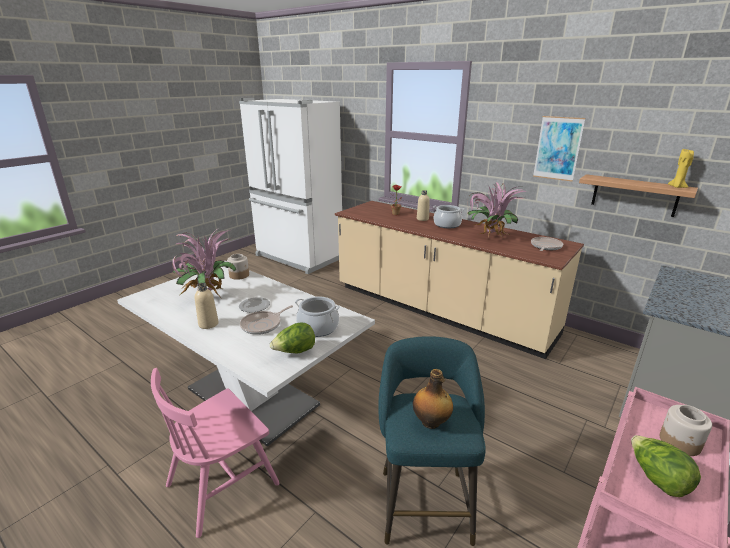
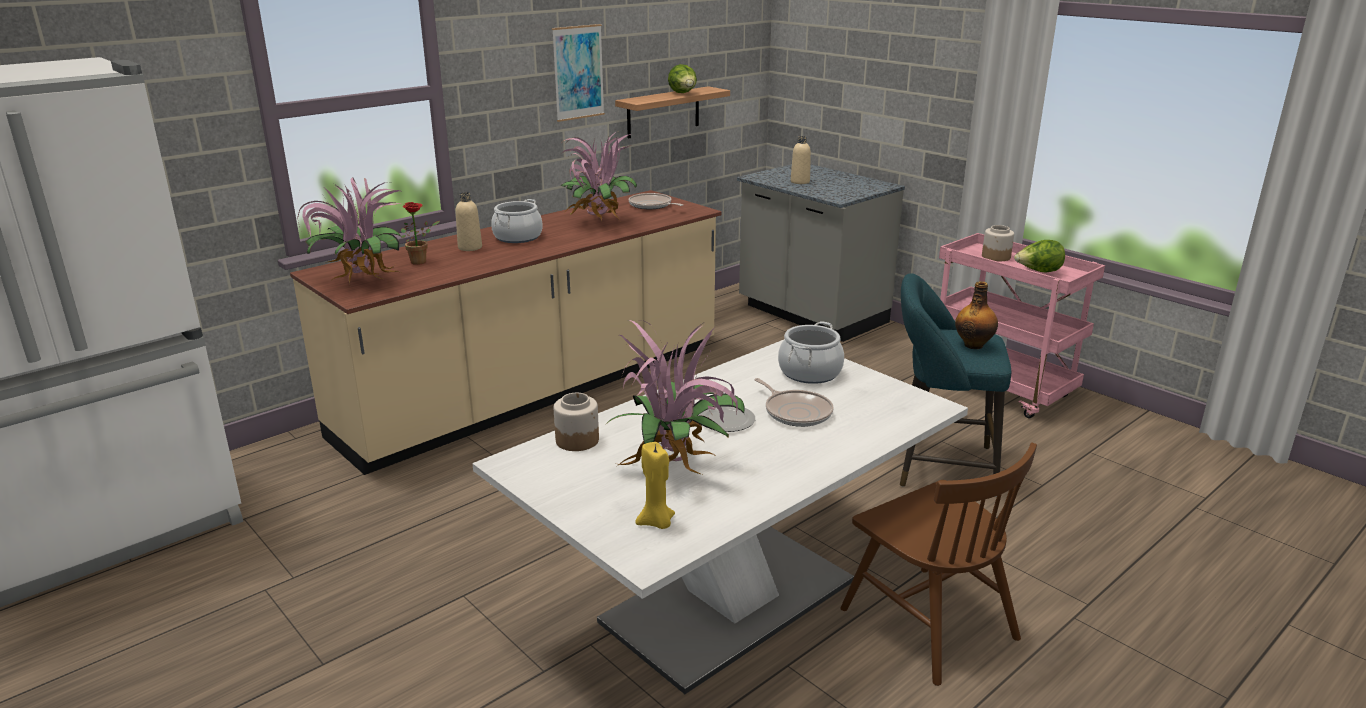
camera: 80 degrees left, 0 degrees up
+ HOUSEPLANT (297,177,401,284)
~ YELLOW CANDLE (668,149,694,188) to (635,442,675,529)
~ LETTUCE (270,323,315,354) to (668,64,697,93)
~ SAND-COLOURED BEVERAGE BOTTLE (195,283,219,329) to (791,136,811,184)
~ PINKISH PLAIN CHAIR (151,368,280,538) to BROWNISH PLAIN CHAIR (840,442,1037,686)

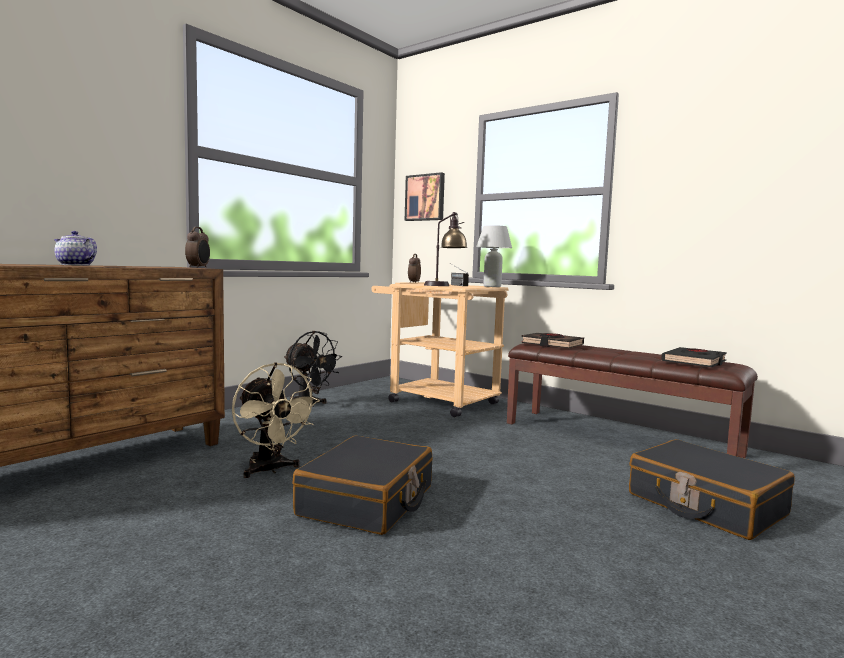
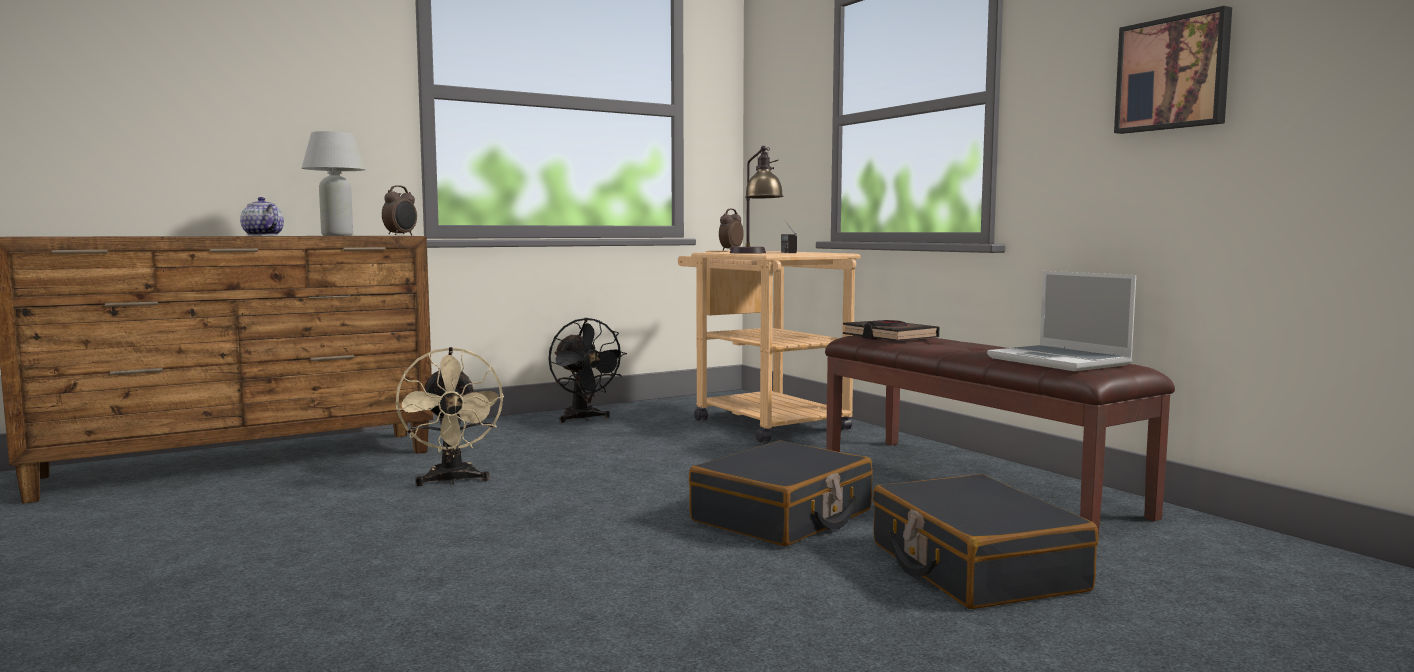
camera: 20 degrees right, 0 degrees up
~ WHITE LAMP FOR A TABLE (476,225,512,287) to (301,131,366,236)
~ BLACK PIECE OF LUGGAGE (293,435,432,535) to (689,440,873,546)
~ BLACK BOOK (661,347,727,367) to NOTEBOOK COMPUTER (987,271,1136,371)
~ WALL ART (405,172,445,221) to (1114,6,1232,134)

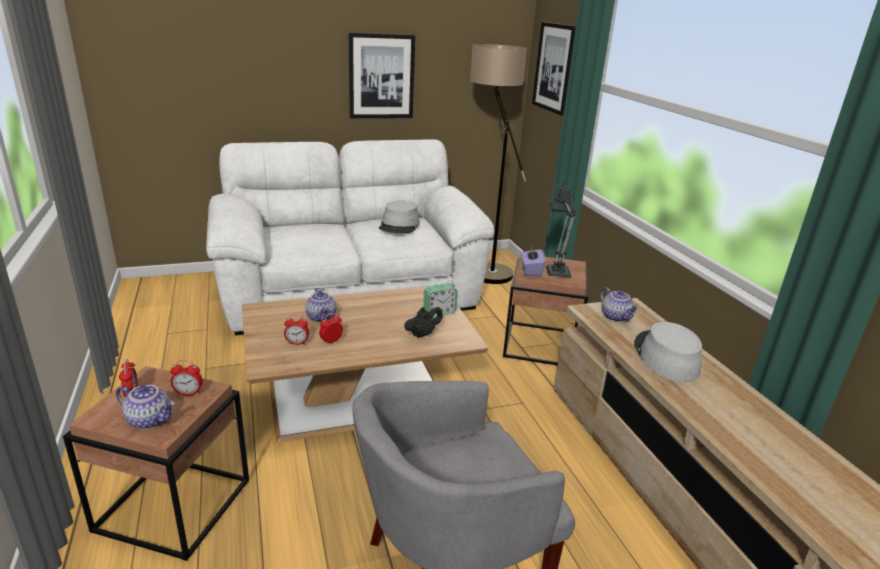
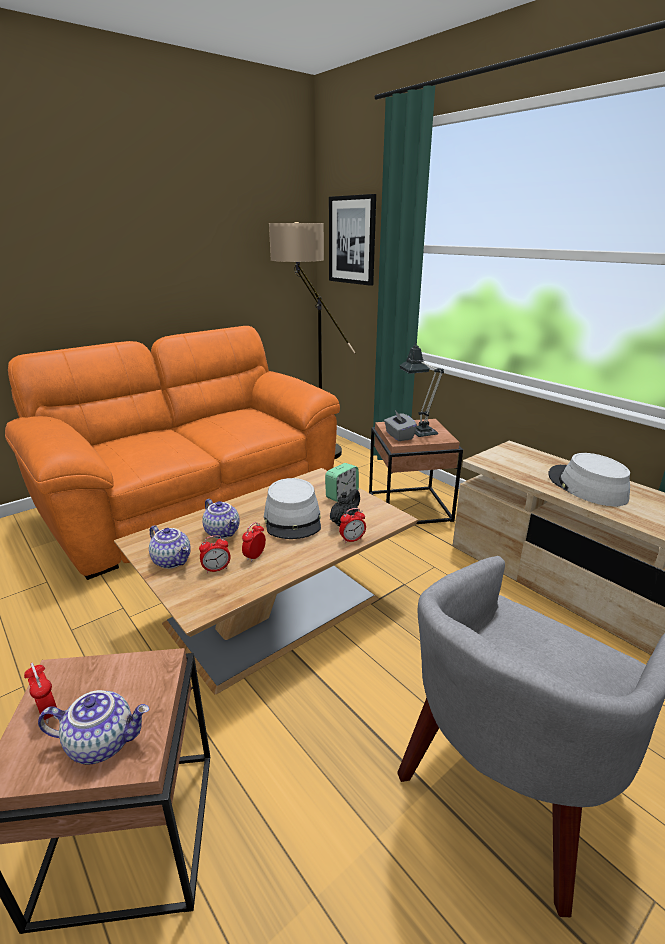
camera: 20 degrees left, 0 degrees up
~ WHITE SETTEE (206,139,495,335) to ORANGE SETTEE (5,326,340,580)
~ TEA POT (600,287,639,322) to (149,525,191,569)
~ GREYISH HAT (379,201,420,233) to (264,478,321,539)
~ ALARM CLOCK (170,360,203,396) to (339,508,366,543)
~ PURPLISH BOX OF TISSUES (521,248,545,277) to GREYISH BOX OF TISSUES (384,411,417,441)
- WALL ART (349,33,415,118)

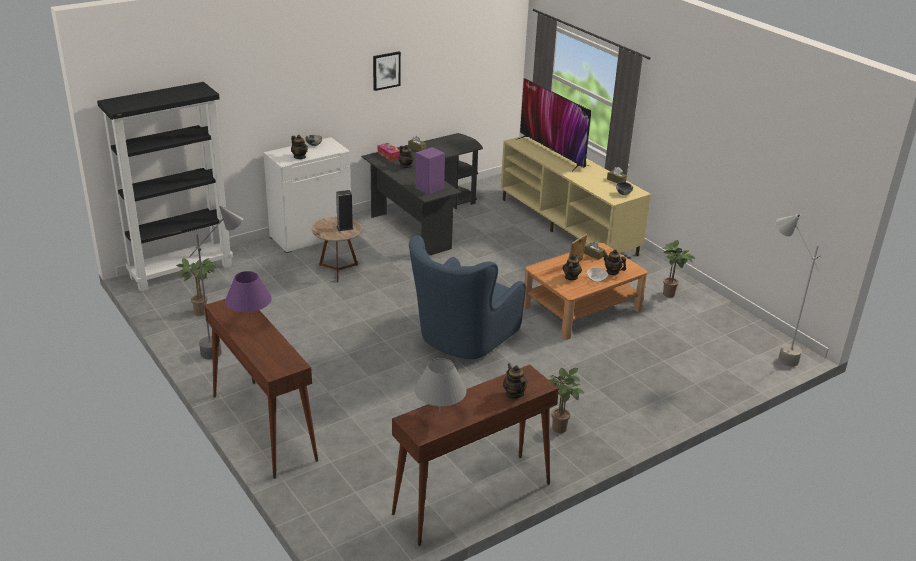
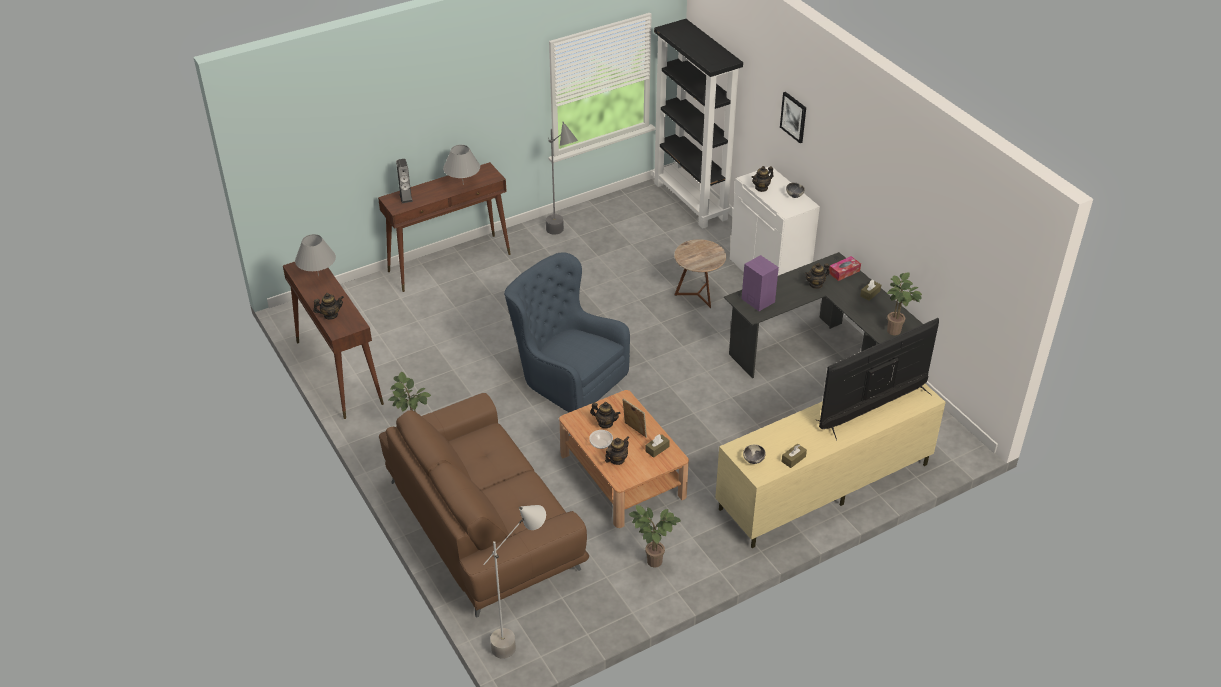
camera: 95 degrees right, 10 degrees up
+ BROWNISH SETTEE (379,393,589,618)
~ AUDIO SPEAKER (336,190,353,231) to (396,159,413,203)
~ PURPLISH LAMP FOR A TABLE (225,271,272,321) to GREYISH LAMP FOR A TABLE (443,145,480,185)
~ WALL ART (373,51,401,91) to (780,92,806,143)
~ HOUSEPLANT (176,258,216,316) to (887,272,922,335)

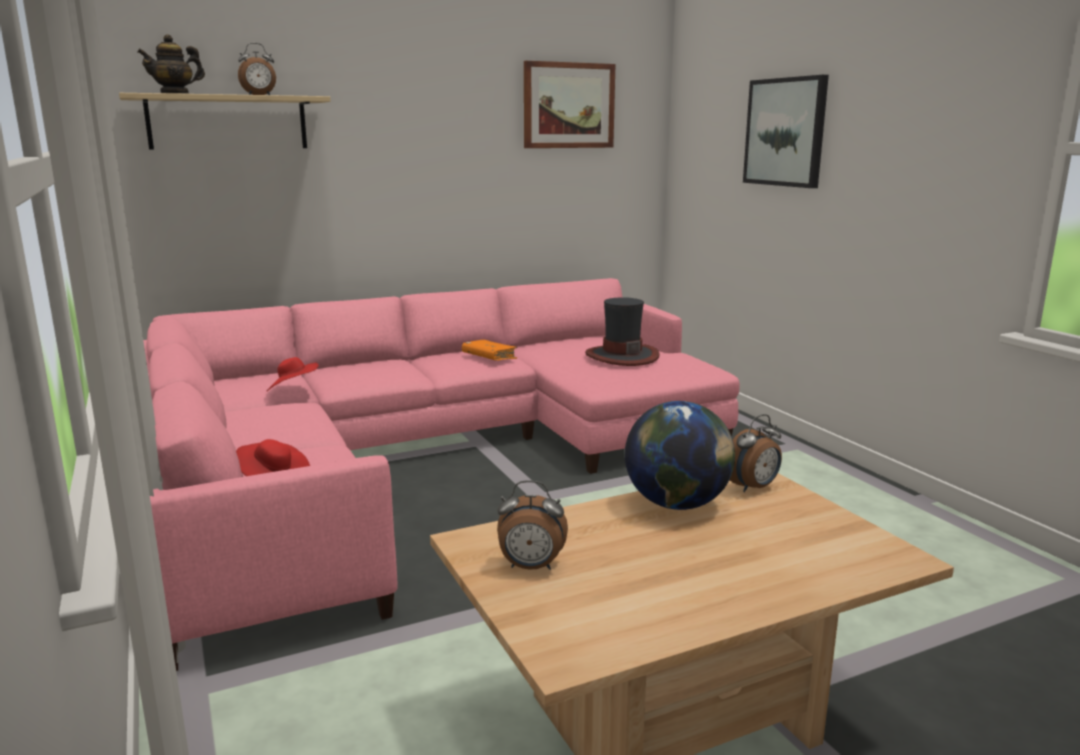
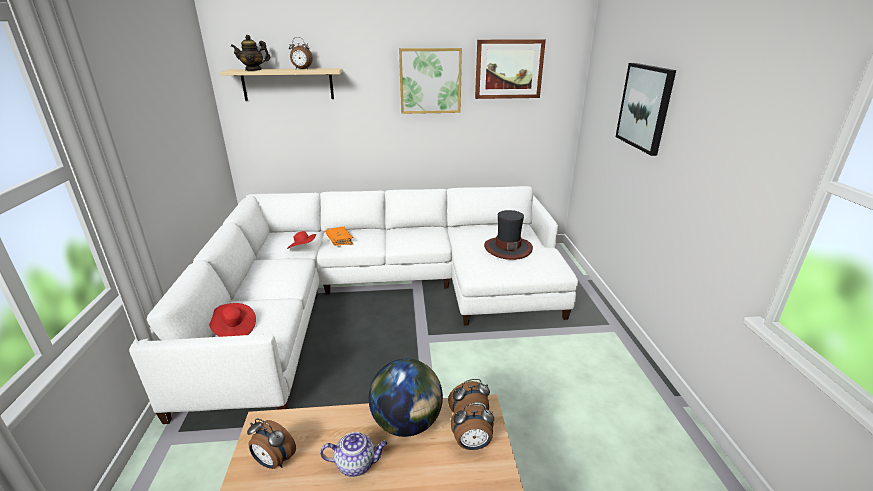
camera: 20 degrees right, 10 degrees up
~ PINKISH SETTEE (143,278,740,671) to WHITE SETTEE (129,186,578,424)
+ TEA POT (320,432,387,477)
~ ORANGE BOOK (462,340,517,361) to (326,227,353,246)
+ WALL ART (399,48,462,114)
+ ALARM CLOCK (451,404,494,450)

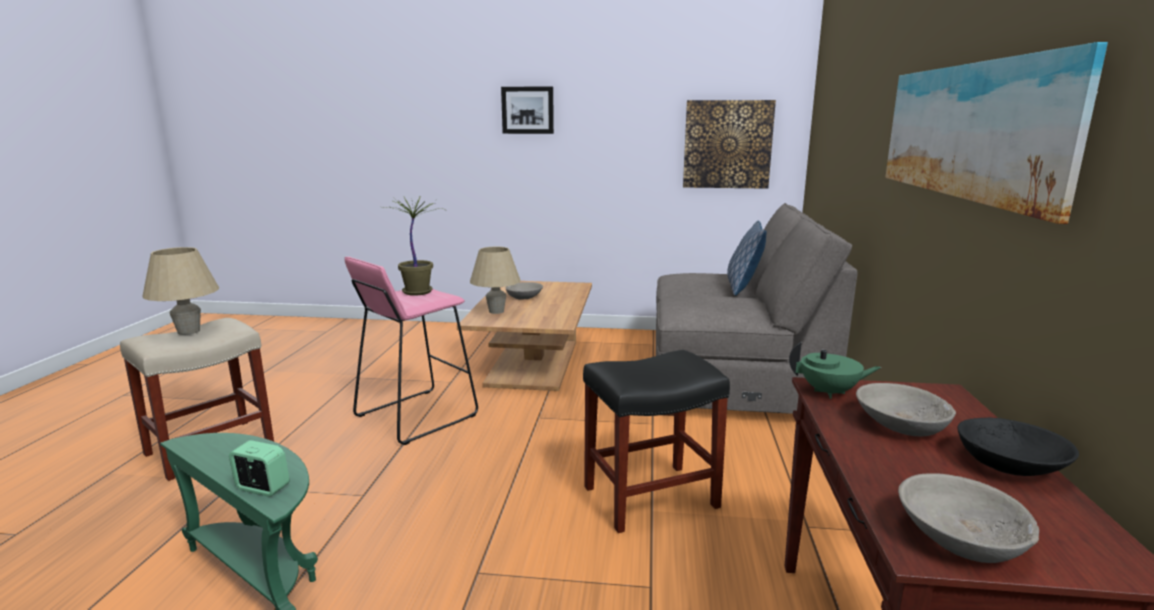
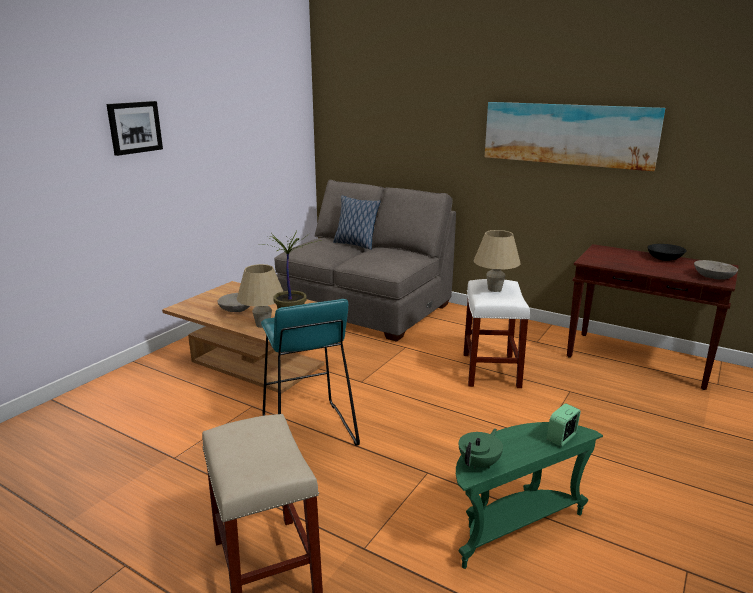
camera: 65 degrees left, 5 degrees up
~ PINKISH SITTING STOOL (345,257,478,445) to TURQUOISE SITTING STOOL (261,299,360,446)
~ GREEN TEA POT (789,342,881,399) to (459,429,503,469)
~ BLACK SITTING STOOL (583,350,730,533) to WHITE SITTING STOOL (463,279,530,388)
~ SAND-COLOURED LAMP FOR A TABLE (142,247,219,335) to (473,230,521,292)
- WALL ART (683,100,776,189)
- GREYISH DEEP DISH (856,383,956,436)

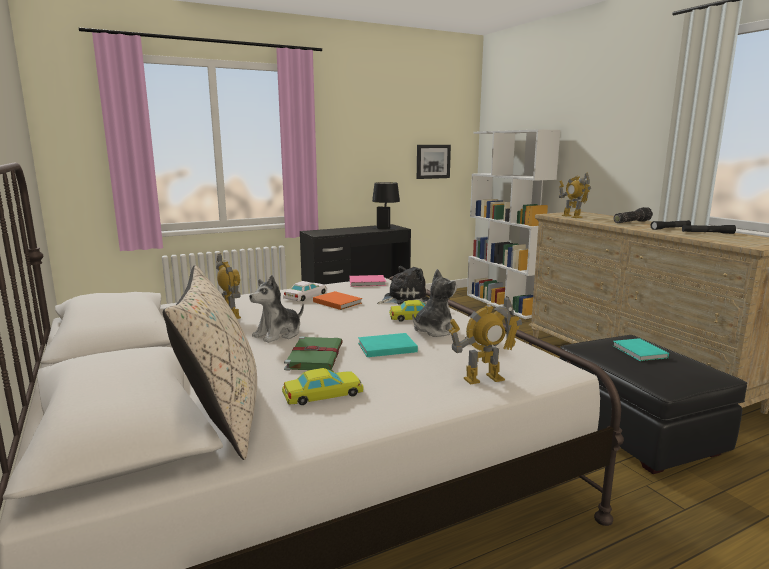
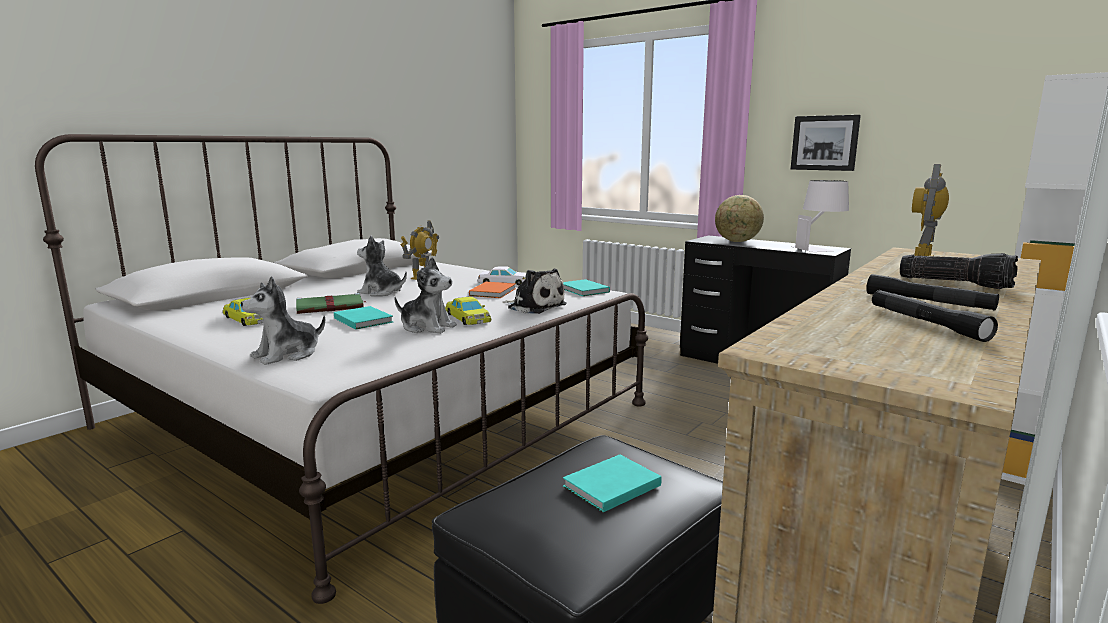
camera: 65 degrees right, 0 degrees up
~ MODEL ROBOT (448,296,522,384) to CUDDLY TOY (241,276,325,365)
~ PINKISH BOOK (349,275,386,287) to TURQUOISE BOOK (563,279,610,296)
+ WORLD GLOBE (715,195,764,242)
~ WALL ART (417,145,451,179) to (791,115,861,171)
~ BLACK LAMP FOR A TABLE (372,182,400,229) to WHITE LAMP FOR A TABLE (791,180,849,252)
- SAND-COLOURED PILLOW (163,265,257,460)

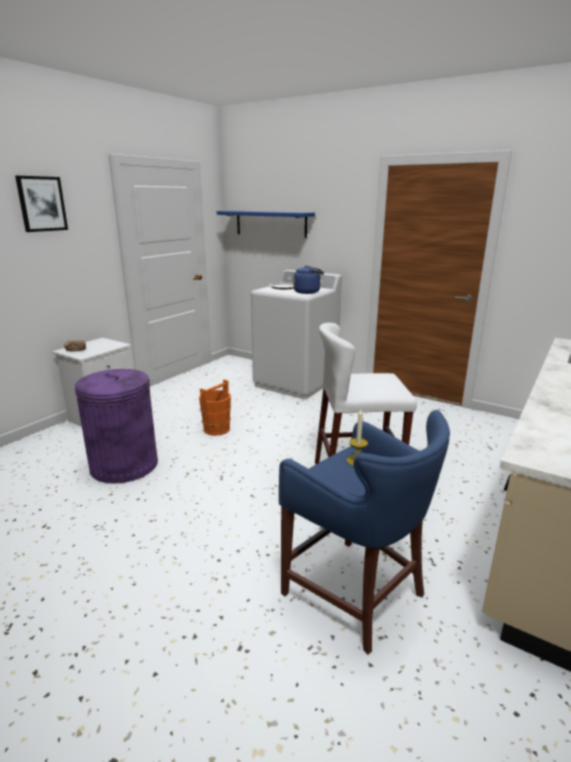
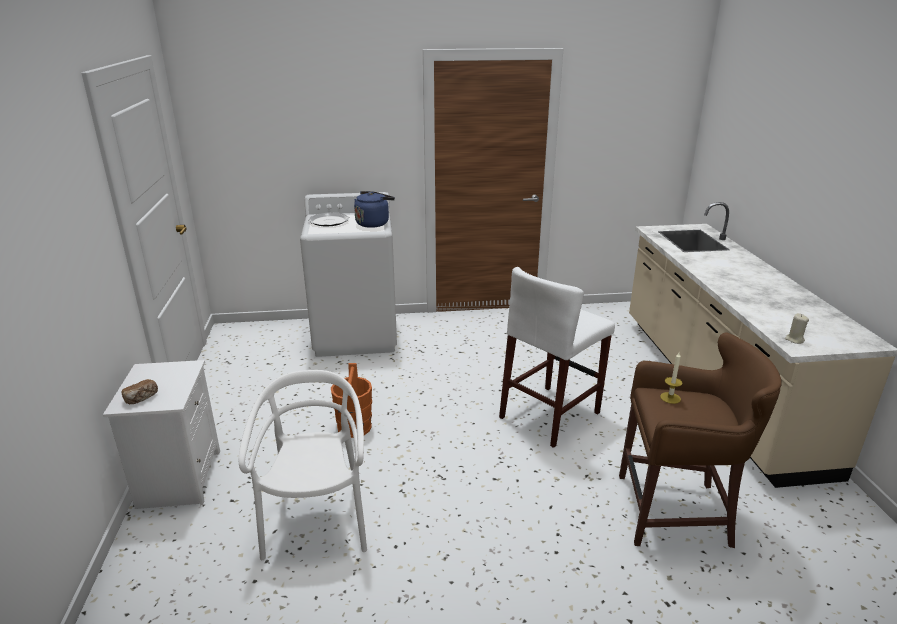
camera: 40 degrees left, 5 degrees up
~ PURPLISH WASTE BIN (75,369,158,483) to WHITE PLAIN CHAIR (239,370,367,560)
~ BLUISH SITTING STOOL (279,410,450,655) to BROWNISH SITTING STOOL (619,332,782,548)
+ SAND-COLOURED CANDLE (785,313,809,344)
- WALL ART (15,176,68,232)
- BLUISH WALL SHELF (217,211,315,238)

